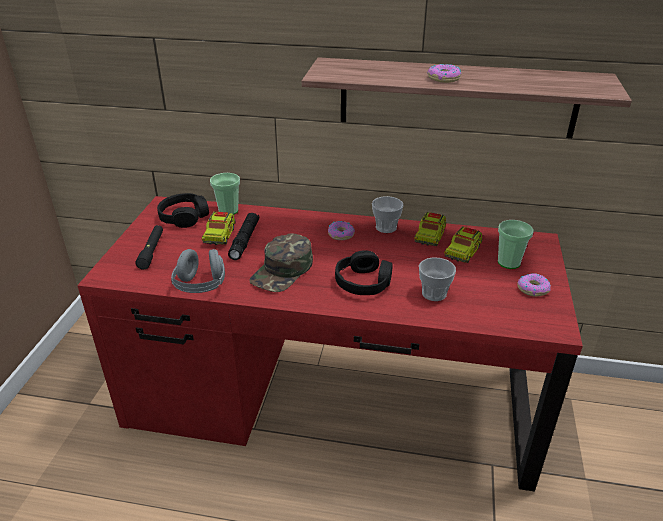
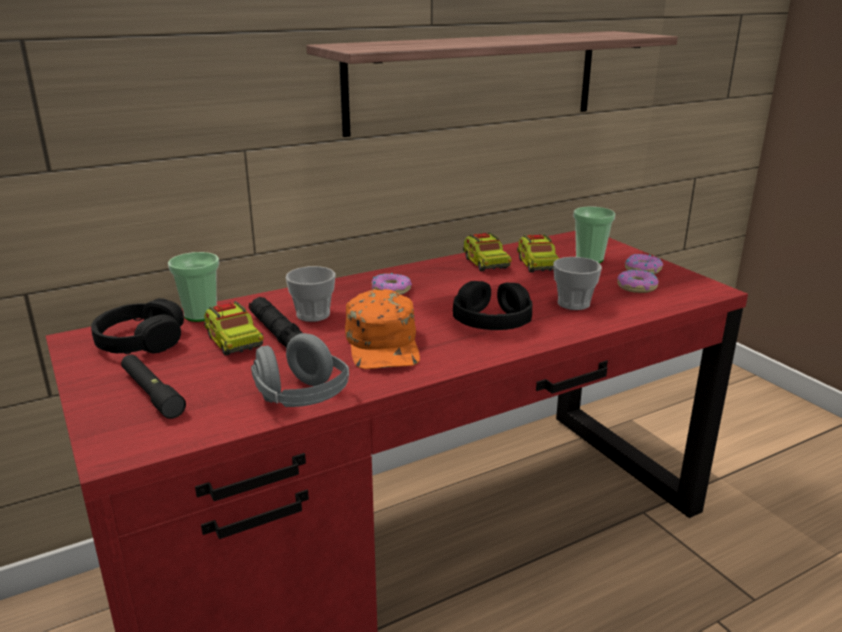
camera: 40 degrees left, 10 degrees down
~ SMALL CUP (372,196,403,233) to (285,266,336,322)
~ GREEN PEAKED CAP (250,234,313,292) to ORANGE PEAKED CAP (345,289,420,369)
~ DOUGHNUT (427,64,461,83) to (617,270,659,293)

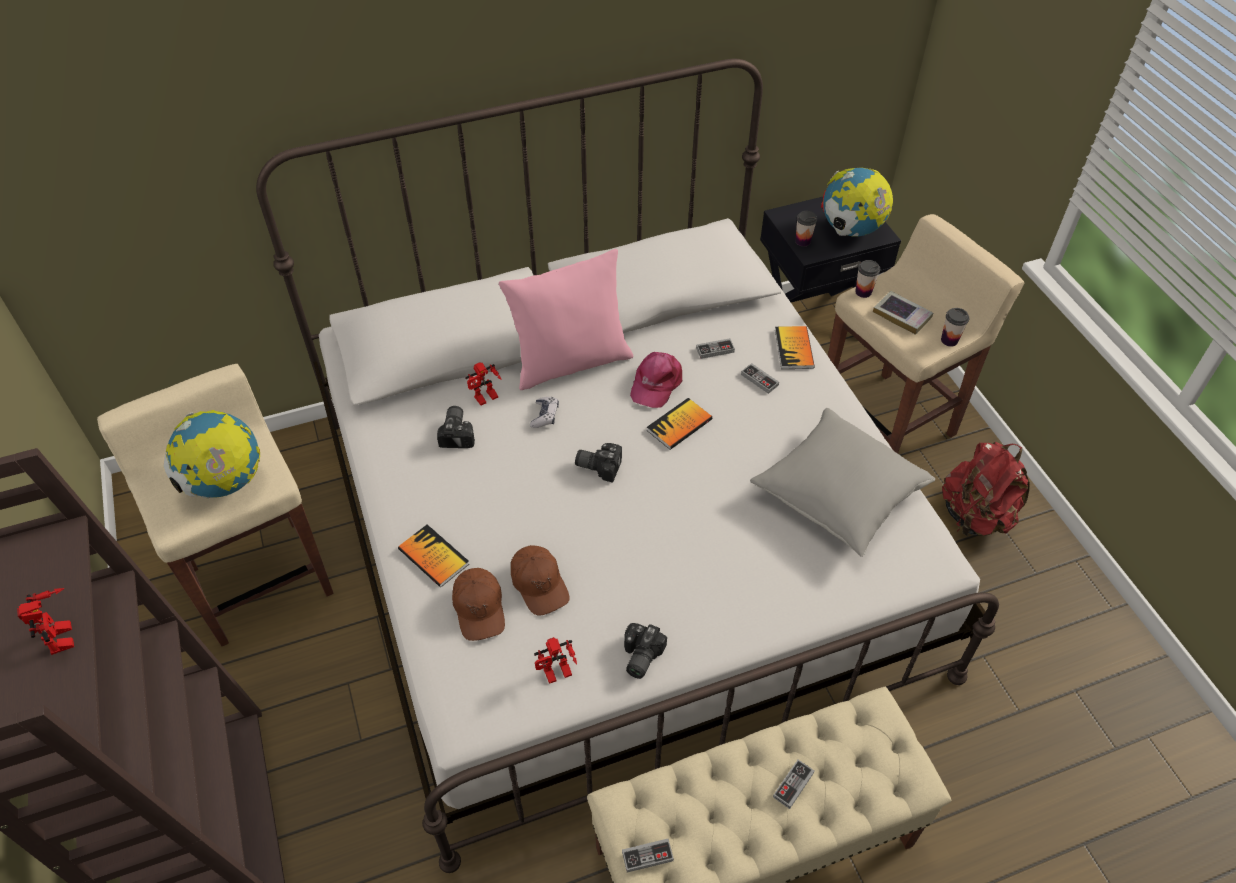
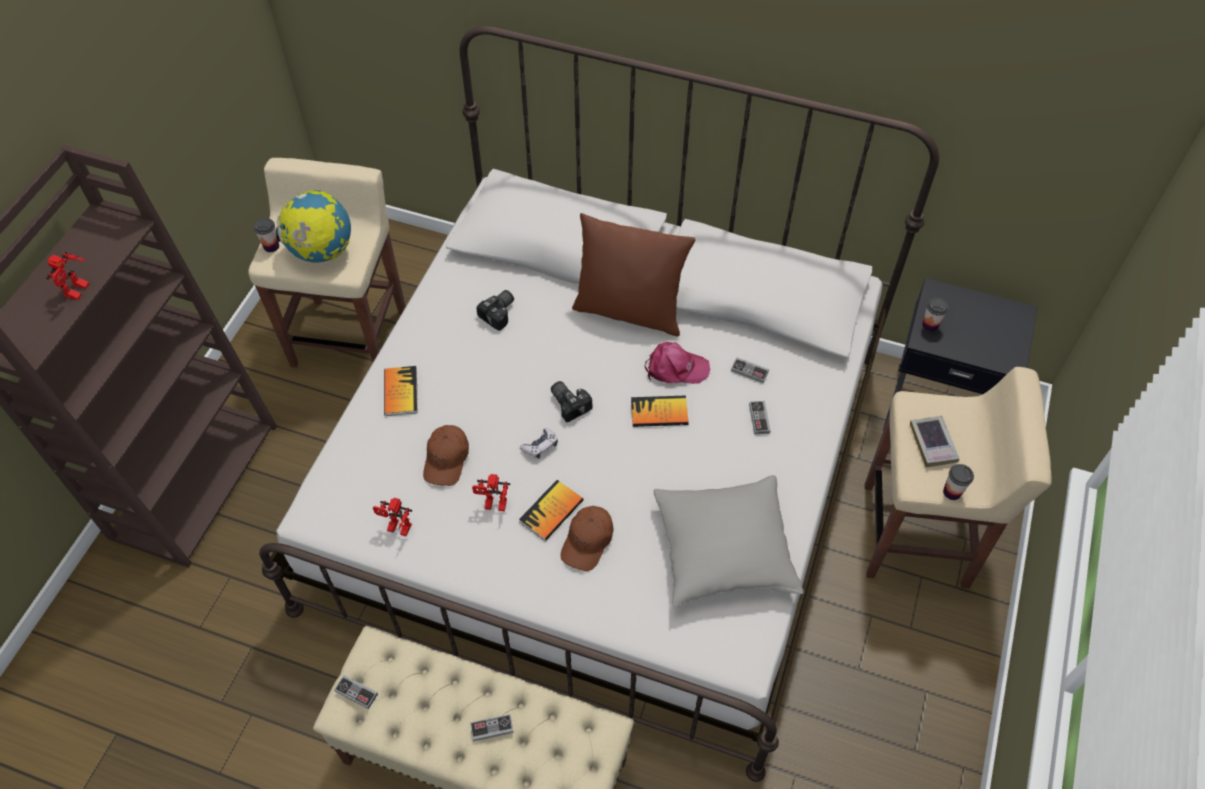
camera: 40 degrees right, 5 degrees up
~ SMALL CUP (855,260,880,298) to (254,218,279,252)
~ MODEL ROBOT (465,362,502,405) to (472,474,510,511)
~ BOOK (775,326,815,369) to (519,480,584,541)
~ JOYPAD (530,397,559,428) to (520,428,558,459)
~ BROWNISH PEAKED CAP (452,568,505,641) to (561,506,613,571)
~ PINKISH PILLOW (499,249,633,390) to BROWNISH PILLOW (572,213,695,337)
~ PINKISH PEAKED CAP (630,352,682,408) = (645,342,710,384) 150 degrees counterclockwise
- STILL CAMERA (624,623,667,679)
- WORLD GLOBE (821,167,893,236)
- RED-COLOURED KNAPSACK (942,441,1030,536)

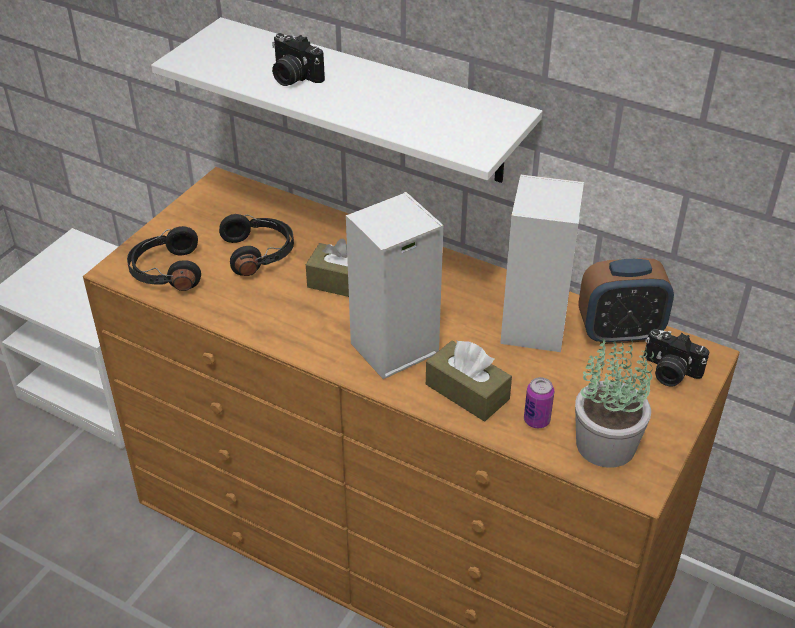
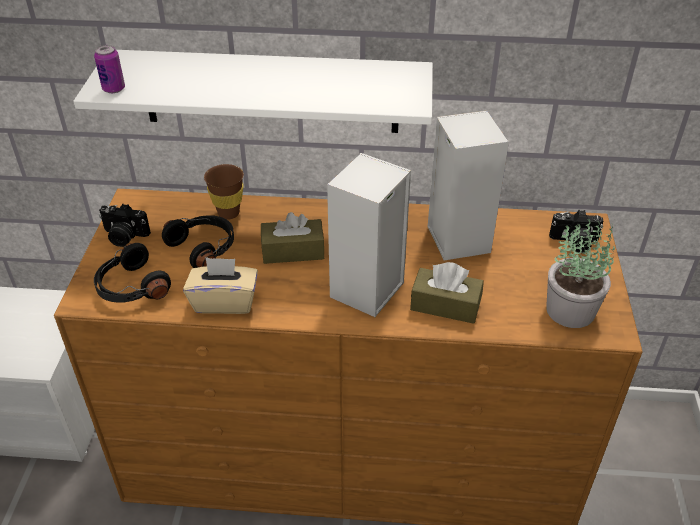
camera: 25 degrees left, 0 degrees up
~ CAN (524,377,554,428) to (94,45,125,93)
~ STILL CAMERA (272,33,325,86) to (99,204,151,247)
+ SAND-COLOURED BOX OF TISSUES (183,257,258,314)
+ BROWNISH SMALL CUP (204,164,244,220)
- ALARM CLOCK (579,258,674,344)

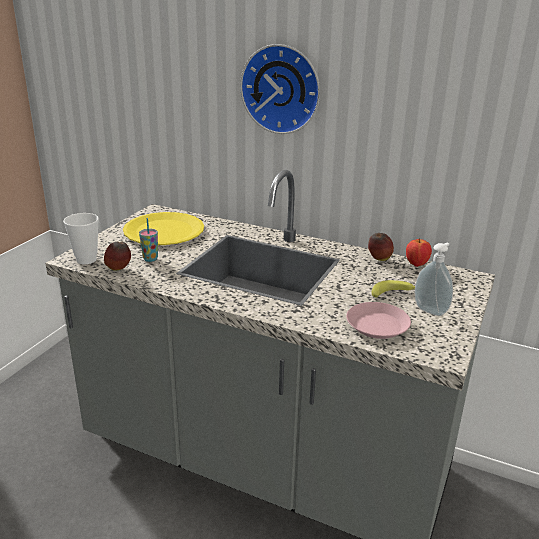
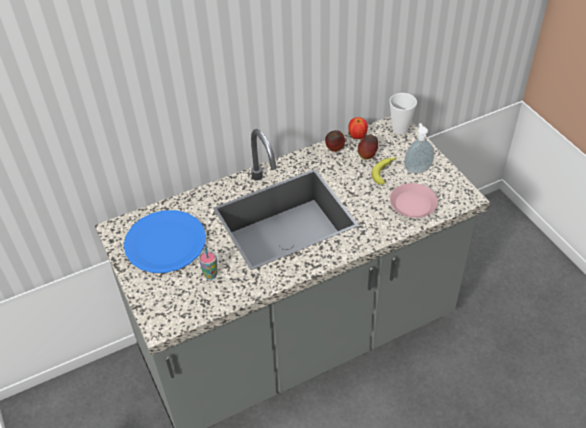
camera: 50 degrees left, 20 degrees up
~ YELLOW DINNER PLATE (123,212,204,245) to BLUISH DINNER PLATE (124,210,206,273)
~ APPLE (104,242,131,271) to (358,135,378,160)
~ SMALL CUP (63,213,99,264) to (390,93,417,134)
- WALL CLOCK (240,44,320,134)

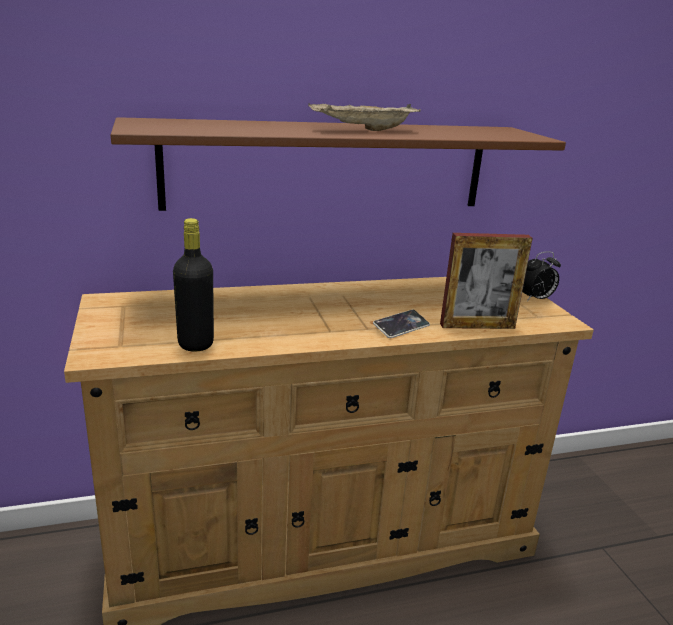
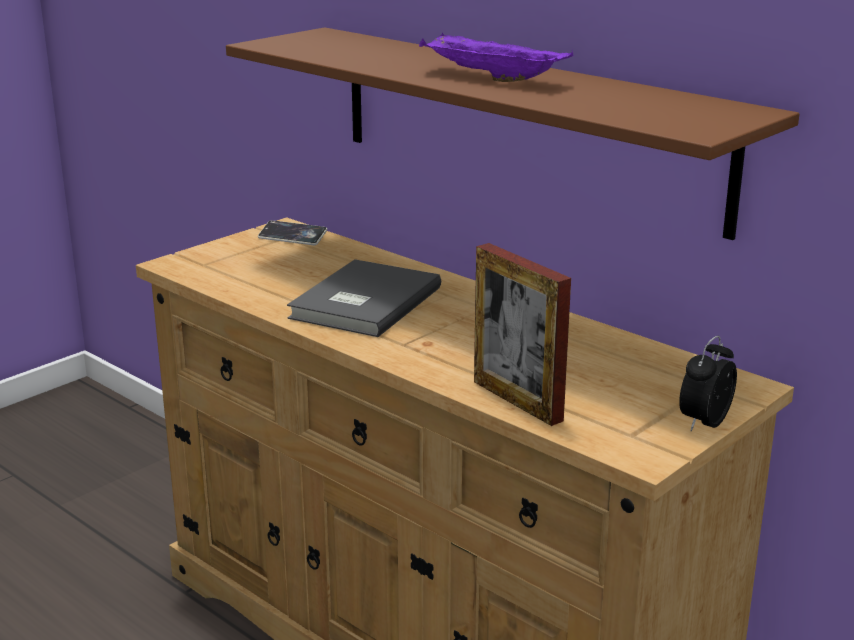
camera: 60 degrees right, 0 degrees up
~ HANDSET (373,310,430,338) to (258,220,327,245)
+ GREYISH BOOK (287,259,441,337)
~ SAND-COLOURED TRAY (308,104,421,131) to PURPLISH TRAY (419,32,573,82)
~ ALARM CLOCK (522,251,561,301) = (679,336,737,431) 90 degrees clockwise
- BLACK BEVERAGE BOTTLE (173,218,214,352)

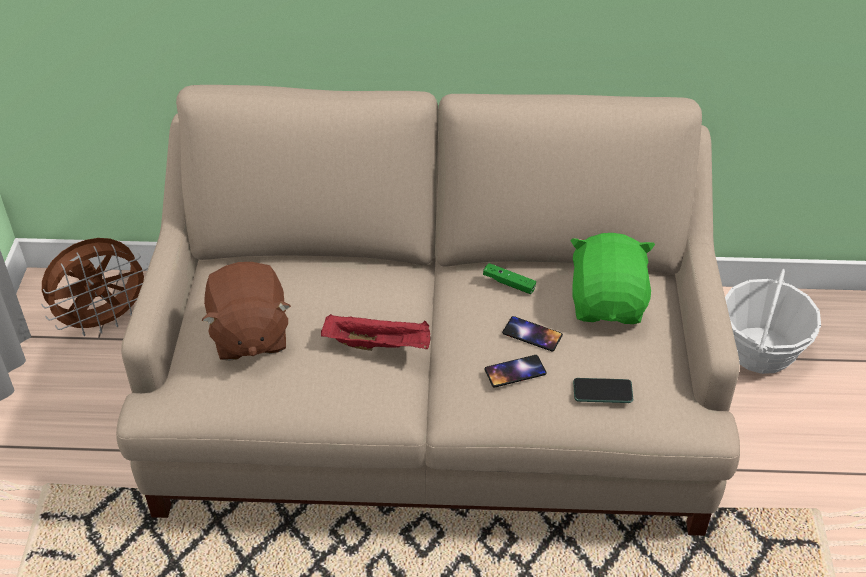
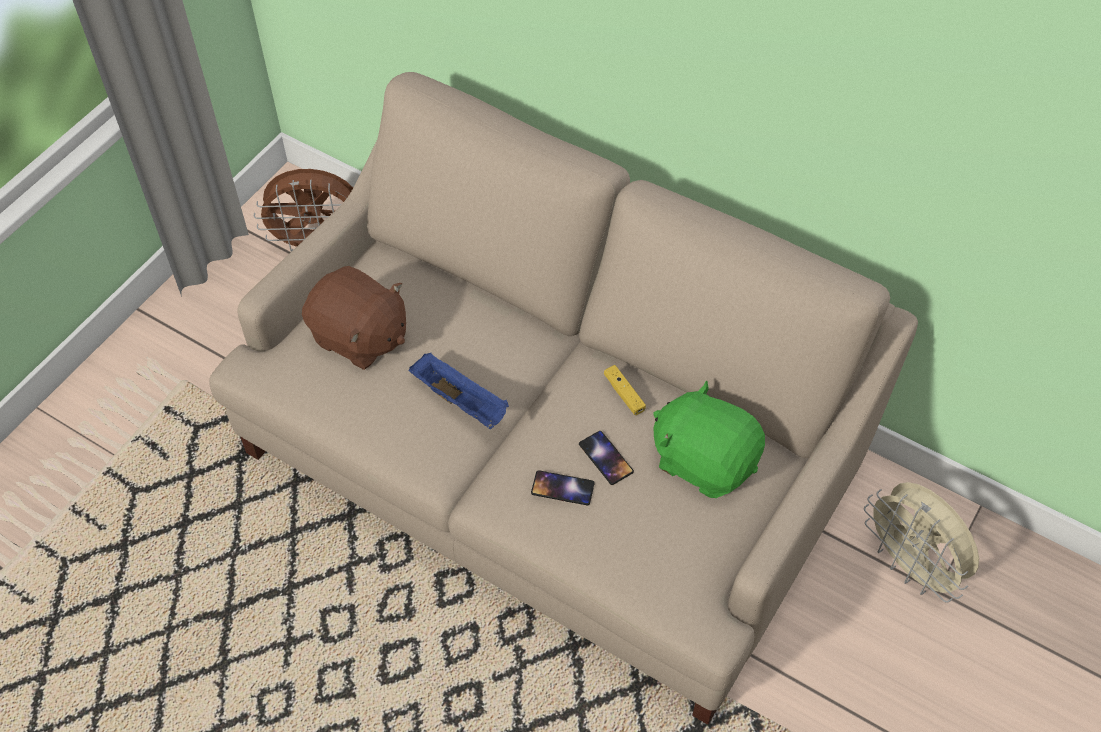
camera: 30 degrees right, 10 degrees up
~ BROWNISH CUDDLY TOY (201,262,291,361) = (302,266,406,370) 75 degrees counterclockwise
~ RED-COLOURED TRAY (321,314,430,351) to BLUISH TRAY (409,353,509,429)
~ GREEN JOYPAD (483,263,536,294) to YELLOW JOYPAD (604,365,646,415)
~ GREEN CUDDLY TOY (570,233,655,324) = (653,381,765,498) 90 degrees counterclockwise
~ HOUSEHOLD BASKET (725,269,821,374) to SAND-COLOURED COOLING FAN (864,482,979,603)
- HANDSET (573,378,633,403)

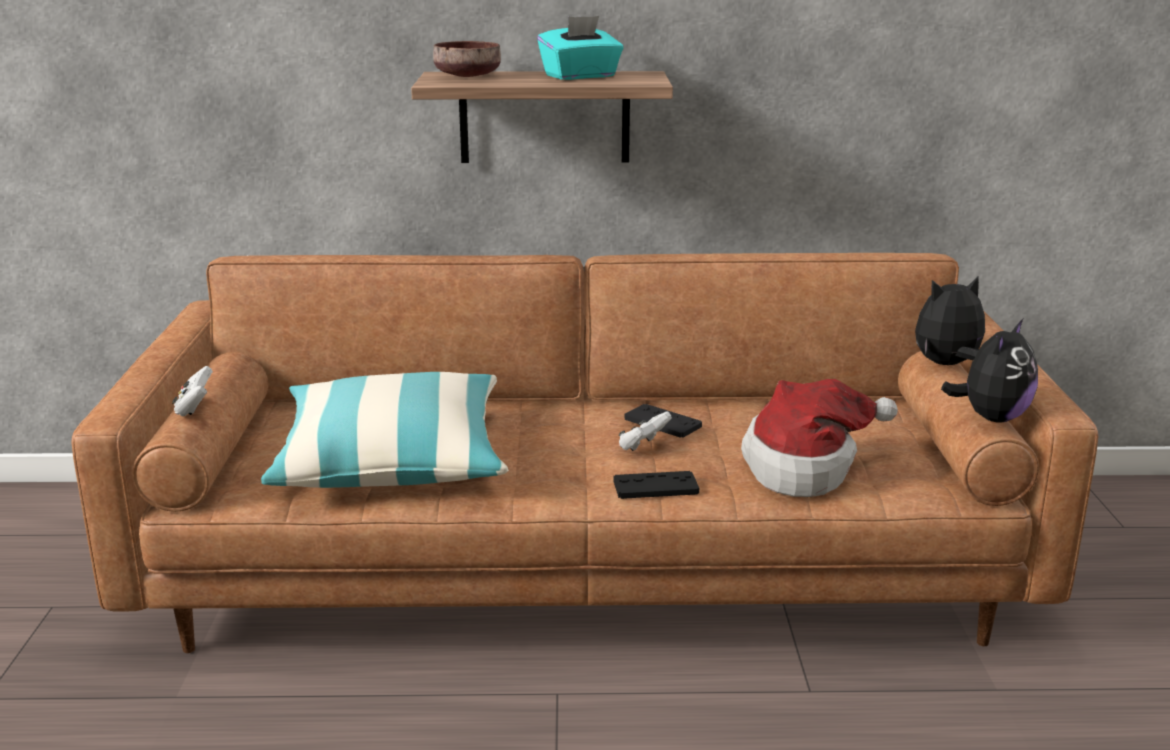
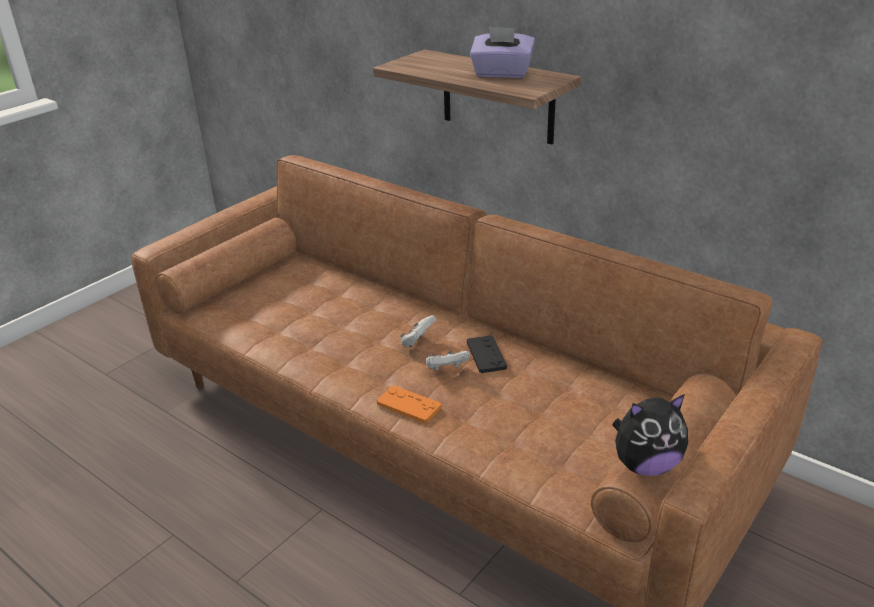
camera: 40 degrees right, 10 degrees up
~ BLACK JOYPAD (613,471,699,499) to ORANGE JOYPAD (377,386,442,423)
~ WHITE JOYPAD (172,366,213,416) to (400,315,436,347)
~ TURQUOISE BOX OF TISSUES (537,16,623,80) to PURPLISH BOX OF TISSUES (470,26,535,78)
- PILLOW (261,372,509,488)
- BROWNISH DEEP DISH (433,41,501,77)
- HAT (741,379,898,497)
- CUDDLY TOY (915,275,985,365)

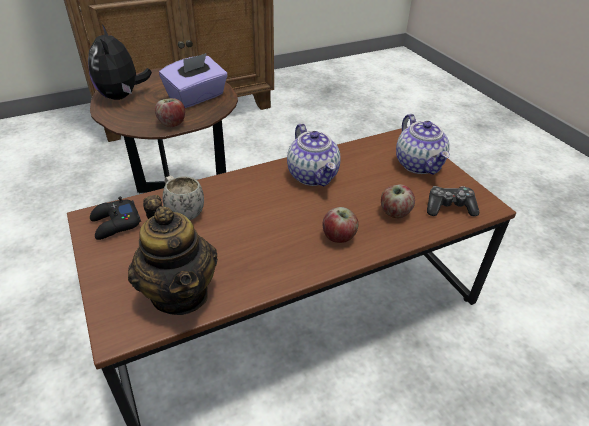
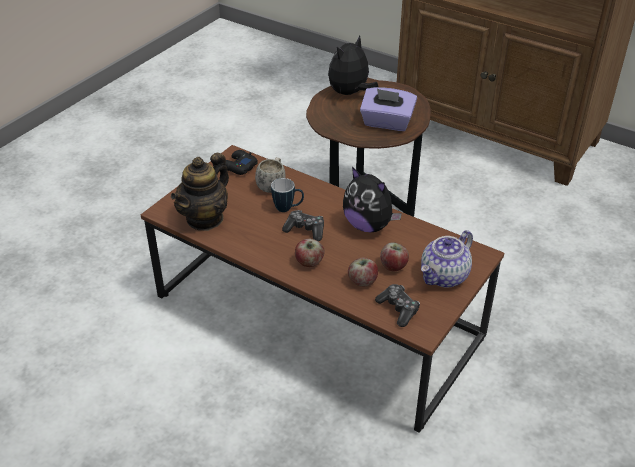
camera: 60 degrees right, 0 degrees up
+ TEA MUG (271,178,304,212)
+ JOYPAD (282,210,324,241)
~ TEA POT (287,123,340,186) to CUDDLY TOY (343,167,402,233)
~ APPLE (155,98,185,127) to (380,242,409,271)

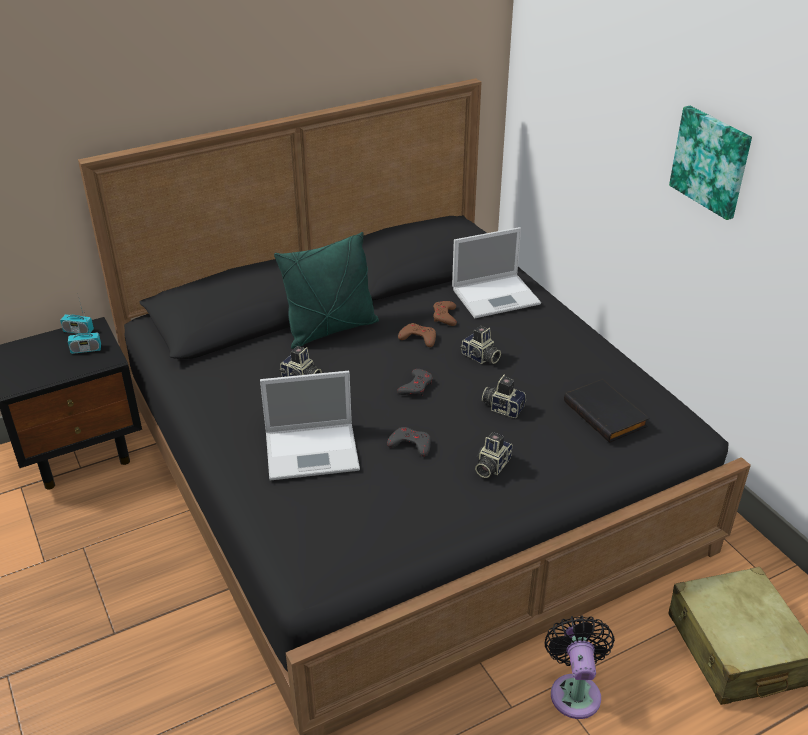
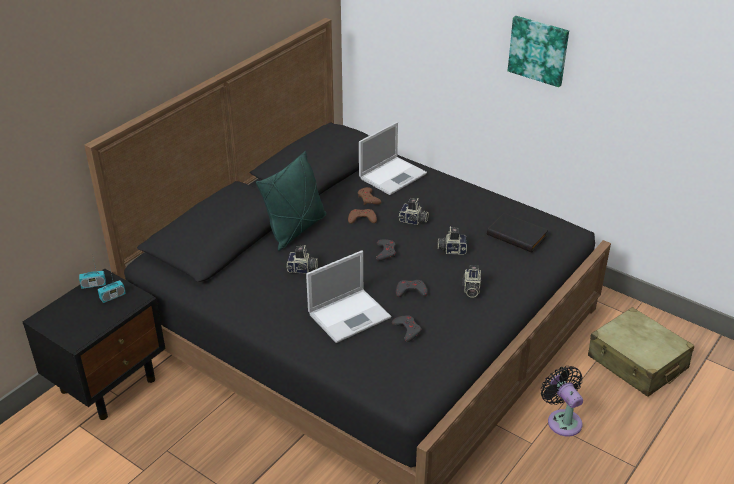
camera: 25 degrees left, 0 degrees up
+ GREYISH JOYPAD (392,315,421,342)

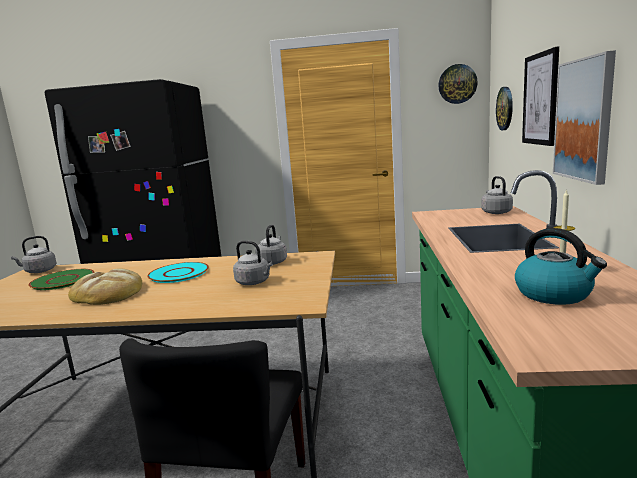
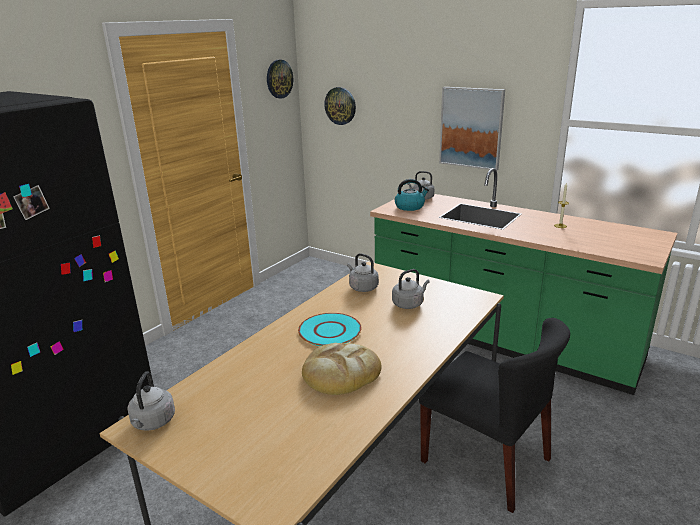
camera: 60 degrees left, 10 degrees up
~ WATER KETTLE (515,228,607,305) to (395,179,429,211)
- GREEN DINNER PLATE (28,269,94,290)
- WALL ART (522,46,559,146)

